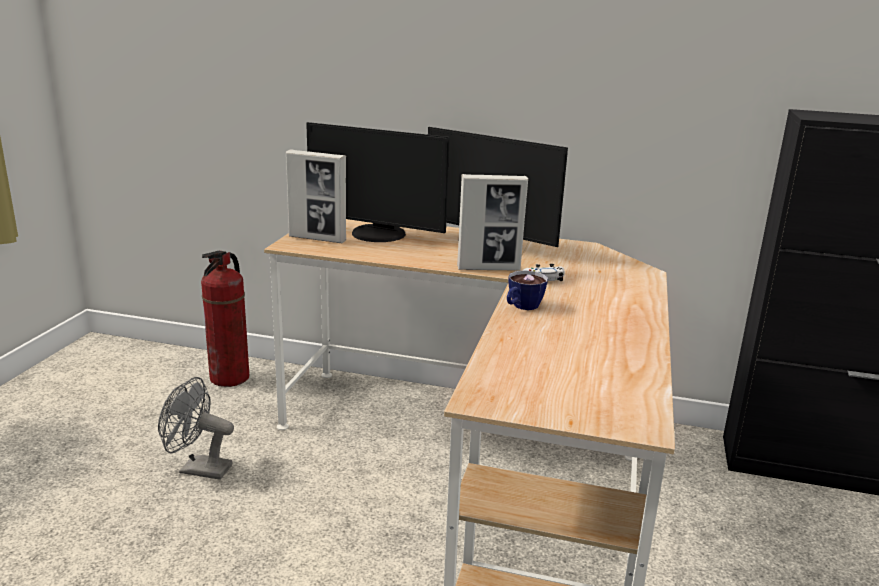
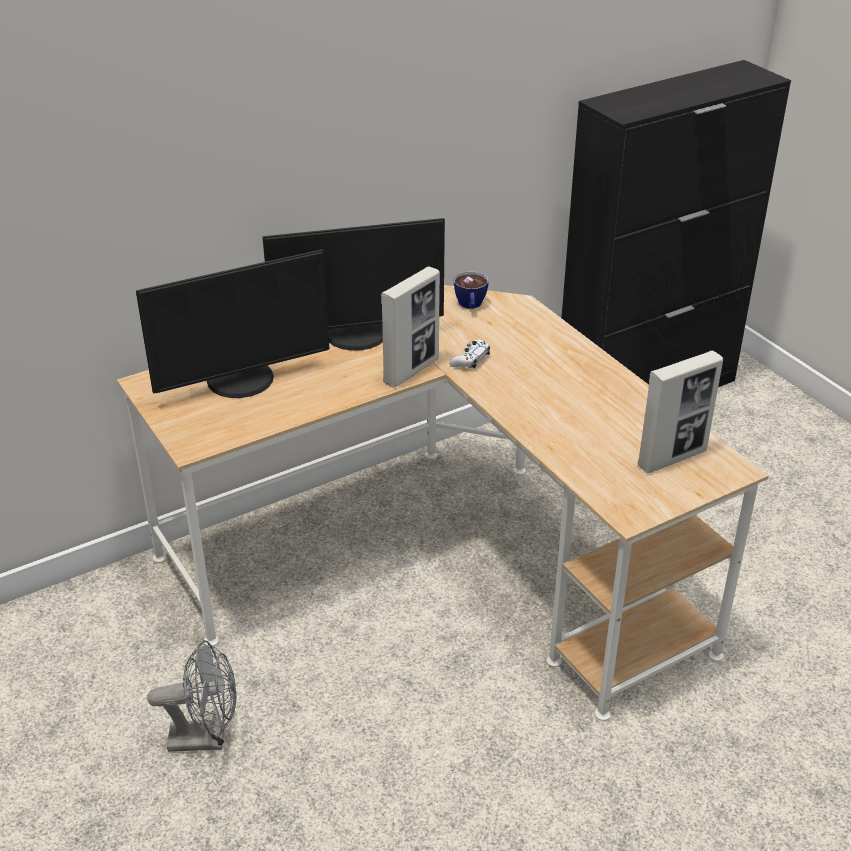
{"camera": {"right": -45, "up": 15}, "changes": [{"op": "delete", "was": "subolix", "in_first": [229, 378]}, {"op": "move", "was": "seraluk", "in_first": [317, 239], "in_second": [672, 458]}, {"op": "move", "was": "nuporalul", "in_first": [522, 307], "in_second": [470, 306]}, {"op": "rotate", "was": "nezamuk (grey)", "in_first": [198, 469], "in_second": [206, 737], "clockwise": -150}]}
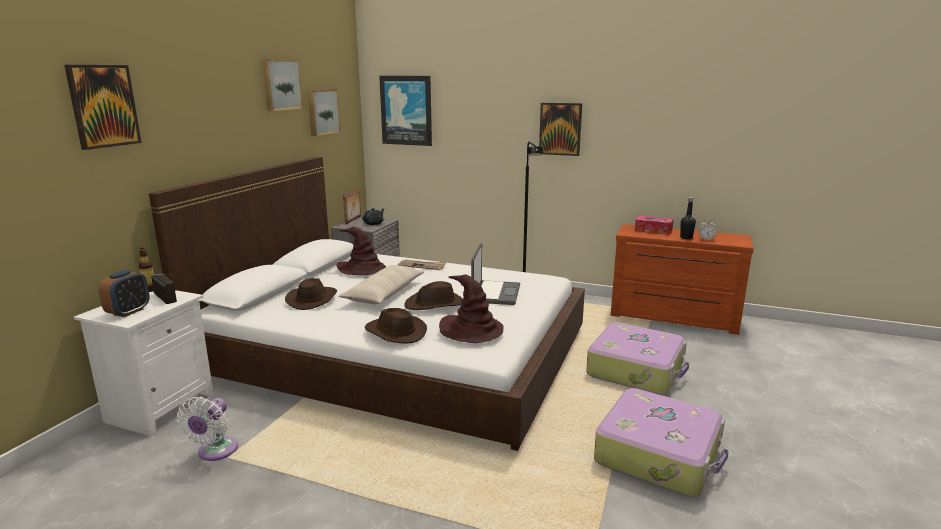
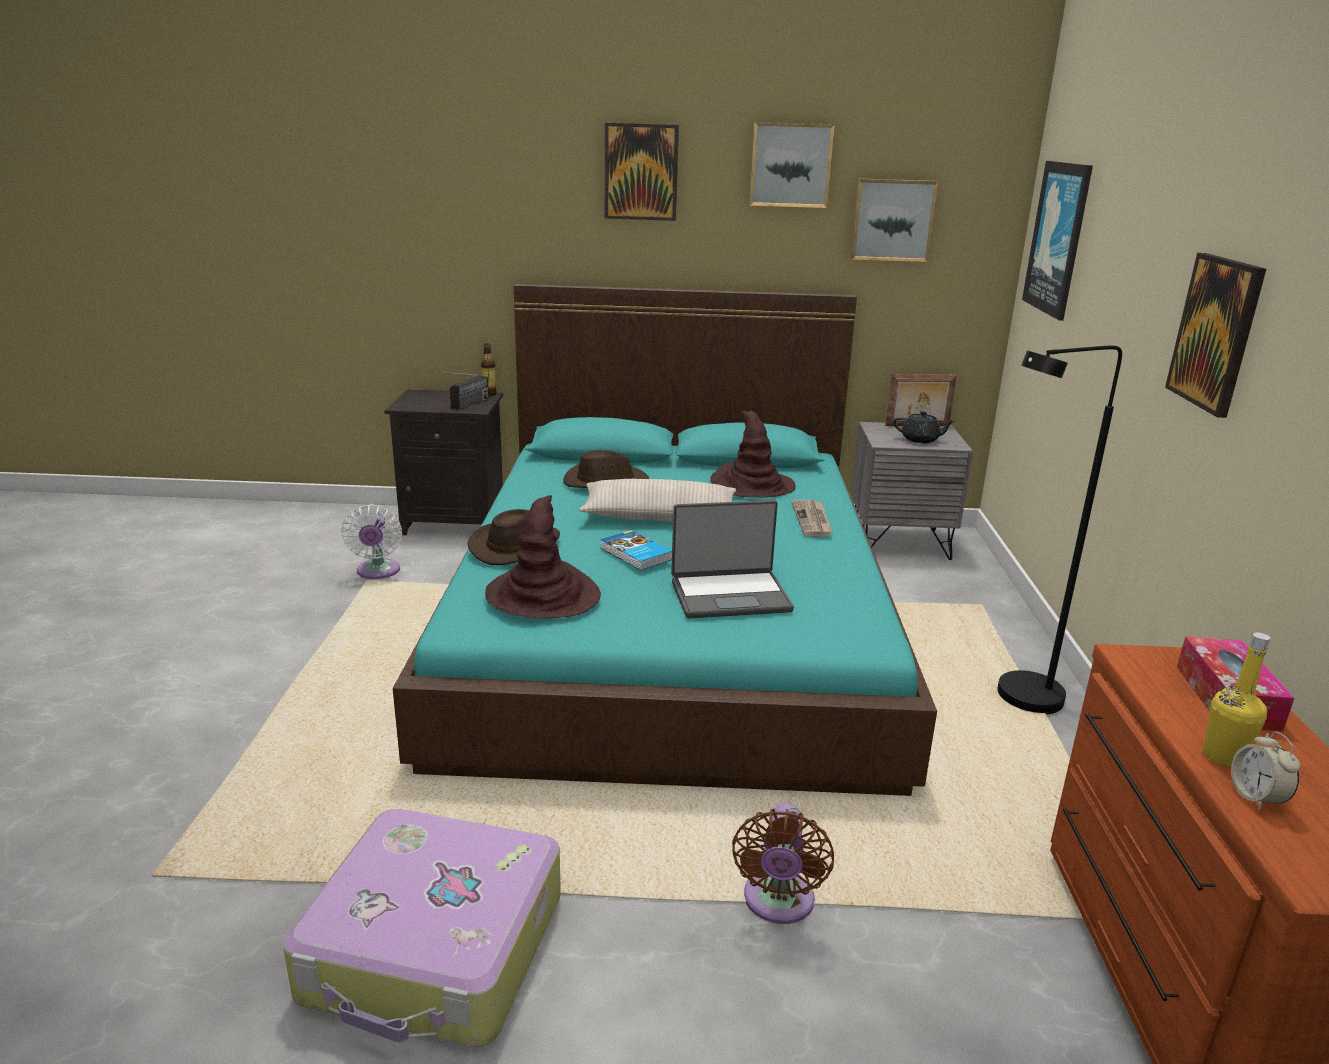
{"camera": {"right": 70, "up": 5}, "changes": [{"op": "delete", "was": "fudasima", "in_first": [128, 312]}, {"op": "move", "was": "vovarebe", "in_first": [103, 106], "in_second": [641, 172]}, {"op": "replace", "was": "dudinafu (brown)", "now": "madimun", "in_first": [435, 304], "in_second": [635, 554]}, {"op": "replace", "was": "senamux", "now": "nezamuk (brown)", "in_first": [636, 369], "in_second": [777, 903]}, {"op": "recolor", "was": "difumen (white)", "now": "difumen (black)", "in_first": [160, 407], "in_second": [455, 522]}, {"op": "recolor", "was": "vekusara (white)", "now": "vekusara (turquoise)", "in_first": [396, 351], "in_second": [671, 617]}, {"op": "recolor", "was": "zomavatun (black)", "now": "zomavatun (yellow)", "in_first": [686, 238], "in_second": [1223, 756]}, {"op": "rotate", "was": "nezamuk (white)", "in_first": [215, 452], "in_second": [378, 572], "clockwise": -90}]}
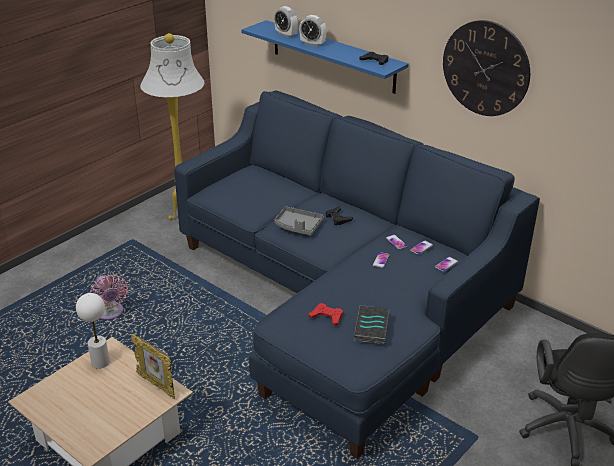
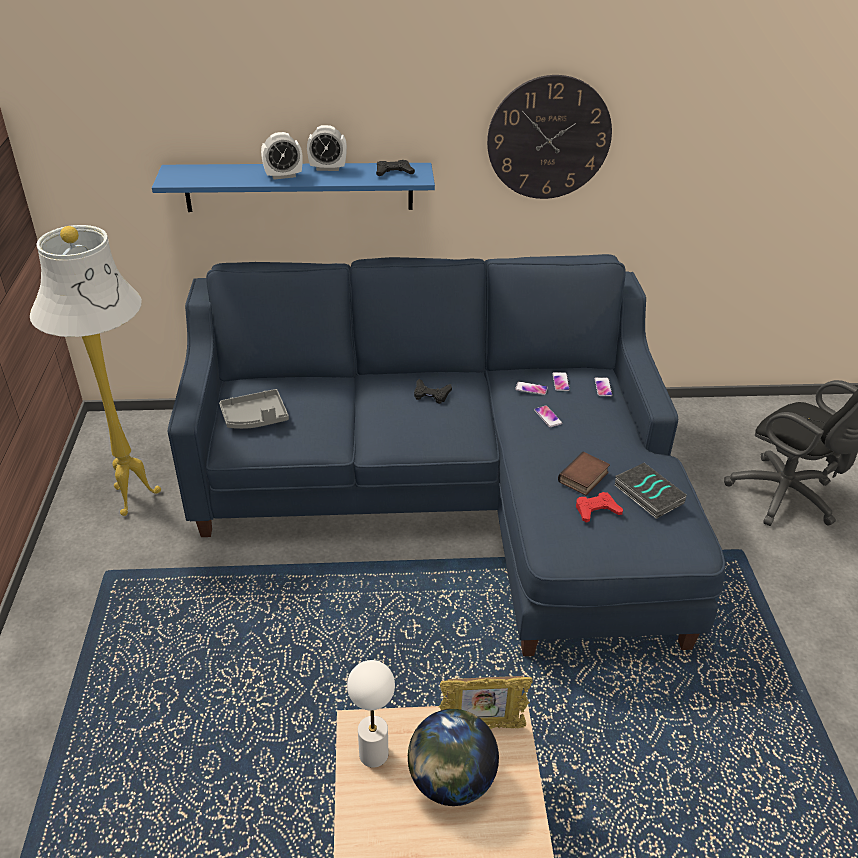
{"camera": {"right": -45, "up": 5}, "changes": [{"op": "delete", "was": "nezamuk (pink)", "in_first": [110, 313]}, {"op": "insert", "now": "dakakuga", "in_second": [451, 781]}, {"op": "insert", "now": "madimun", "in_second": [584, 478]}, {"op": "move", "was": "fudasima", "in_first": [286, 35], "in_second": [328, 168]}, {"op": "move", "was": "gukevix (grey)", "in_first": [298, 226], "in_second": [255, 418]}]}
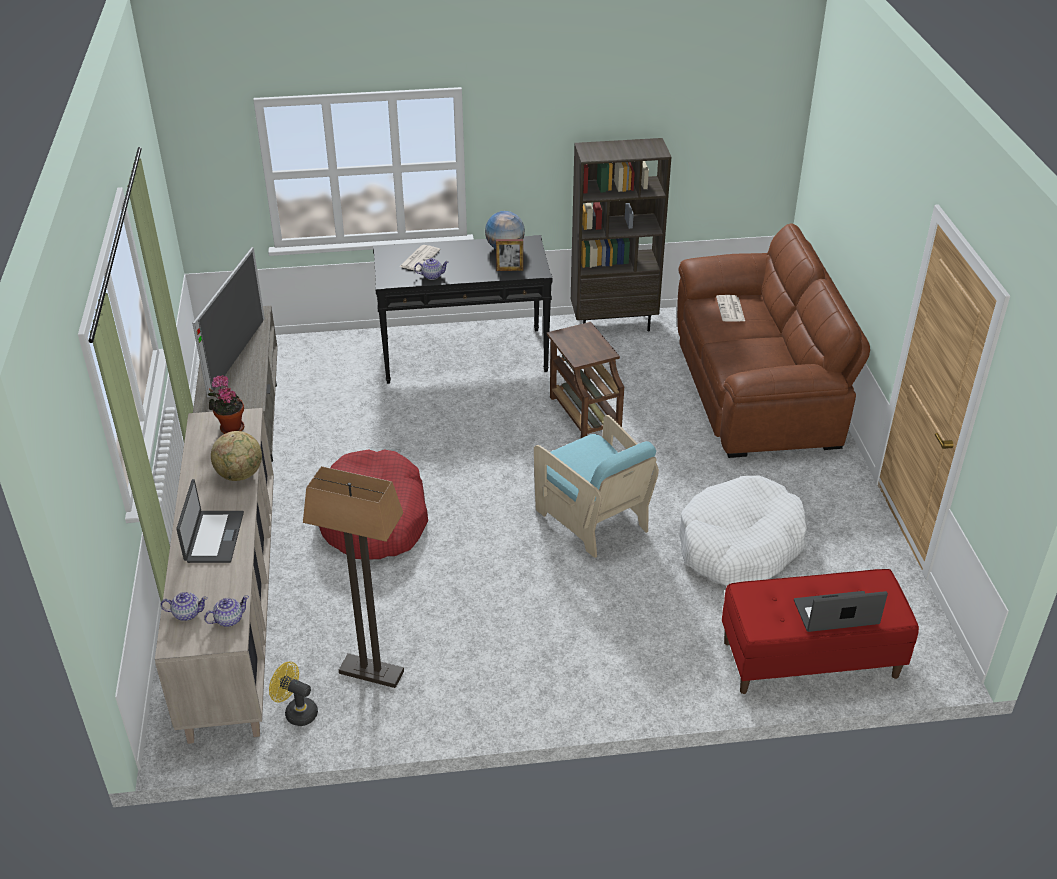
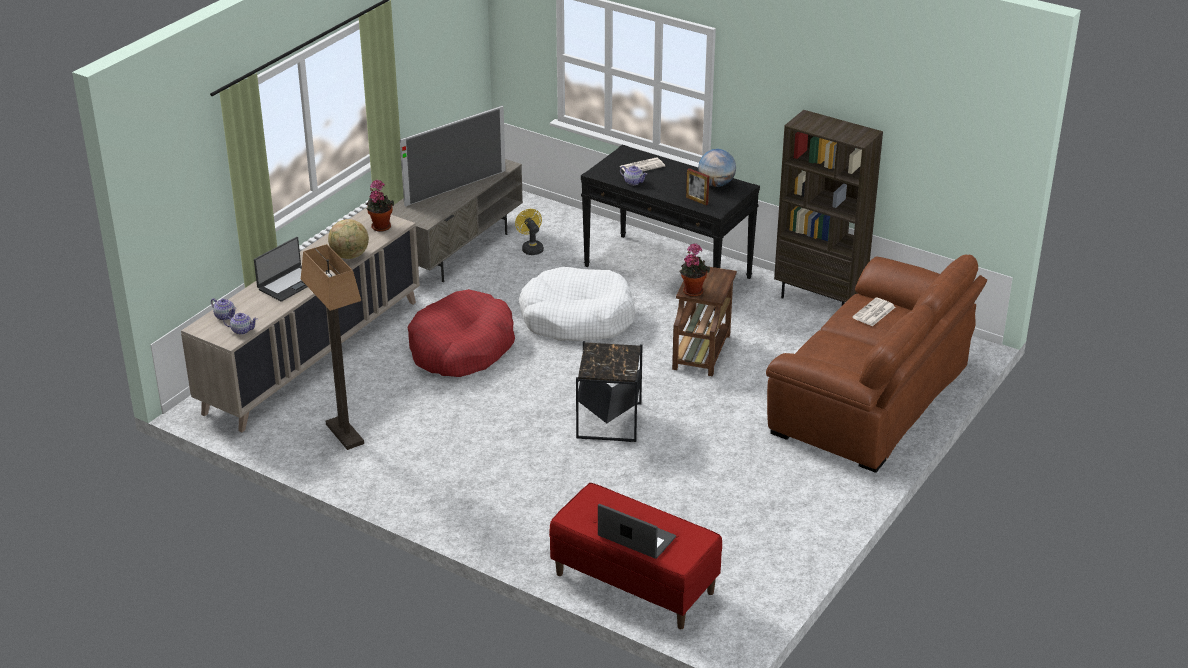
{"camera": {"right": 40, "up": -5}, "changes": [{"op": "insert", "now": "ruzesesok", "in_second": [693, 290]}, {"op": "move", "was": "nezamuk (yellow)", "in_first": [296, 712], "in_second": [531, 248]}, {"op": "move", "was": "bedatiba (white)", "in_first": [739, 545], "in_second": [577, 318]}, {"op": "replace", "was": "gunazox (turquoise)", "now": "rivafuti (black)", "in_first": [593, 518], "in_second": [608, 421]}]}
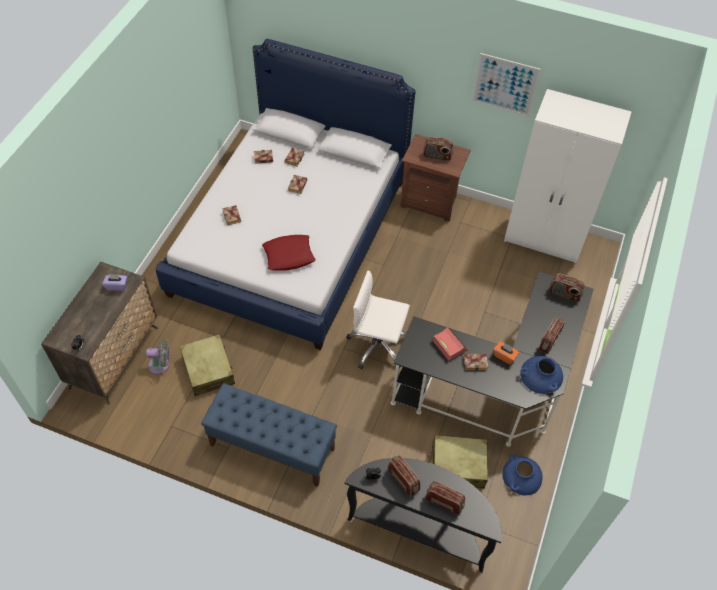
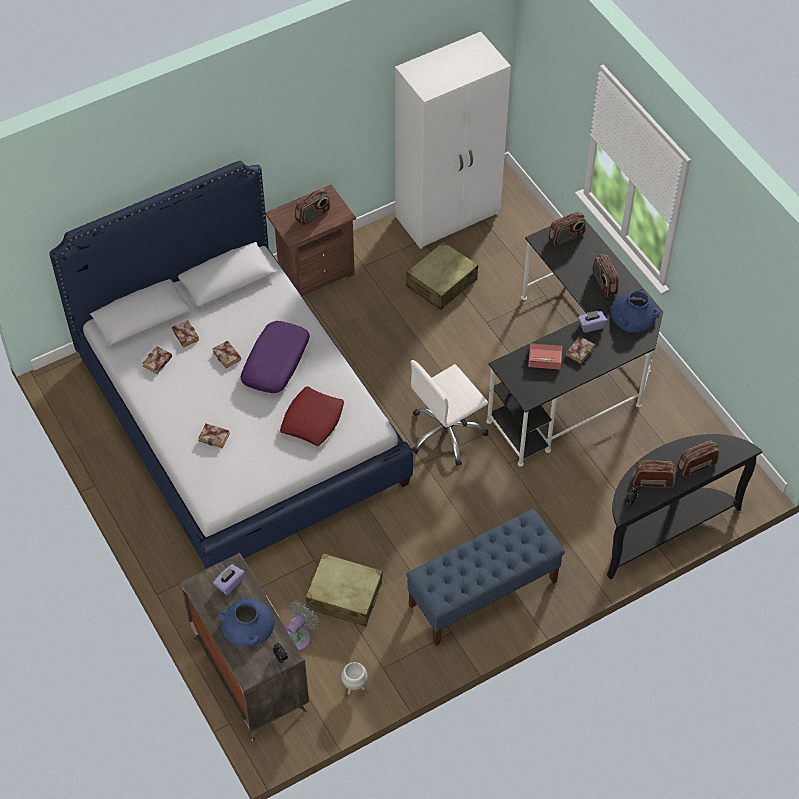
{"camera": {"right": -50, "up": 0}, "changes": [{"op": "delete", "was": "vovarebe", "in_first": [505, 85]}, {"op": "insert", "now": "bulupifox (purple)", "in_second": [276, 363]}, {"op": "insert", "now": "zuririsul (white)", "in_second": [355, 687]}, {"op": "move", "was": "senamux (beige)", "in_first": [457, 466], "in_second": [441, 283]}, {"op": "move", "was": "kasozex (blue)", "in_first": [521, 476], "in_second": [247, 624]}, {"op": "recolor", "was": "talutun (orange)", "now": "talutun (purple)", "in_first": [504, 356], "in_second": [591, 326]}]}
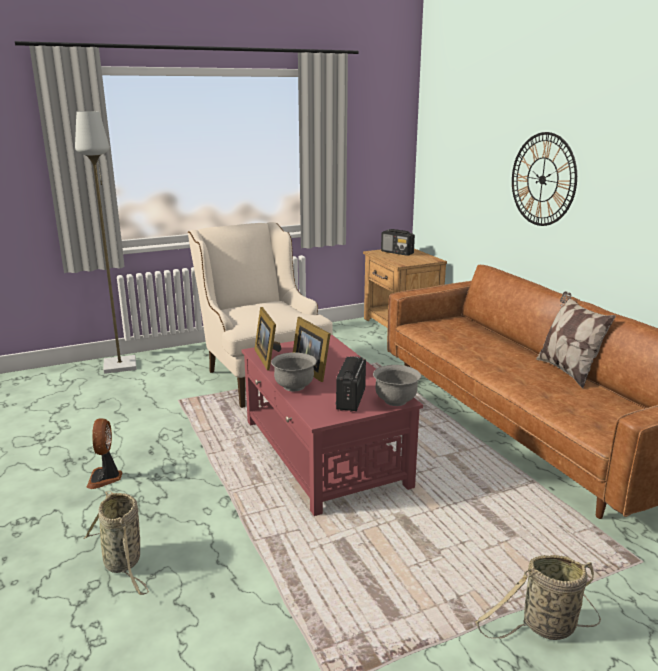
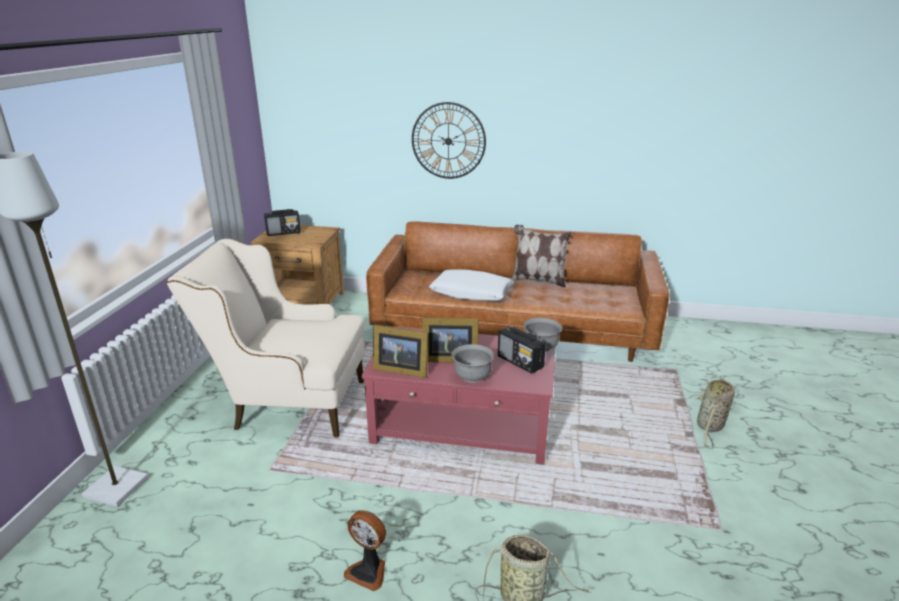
{"camera": {"right": -55, "up": 5}, "changes": [{"op": "insert", "now": "bulupifox (white)", "in_second": [471, 293]}]}
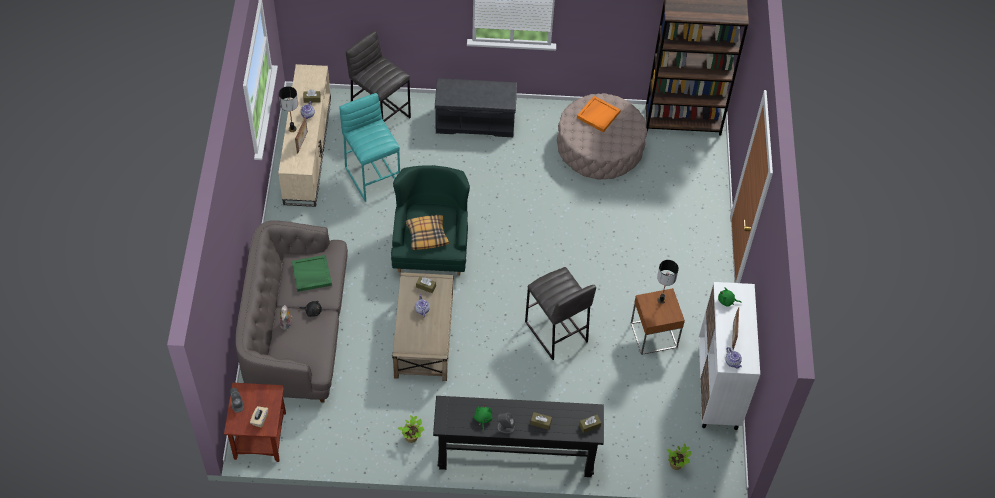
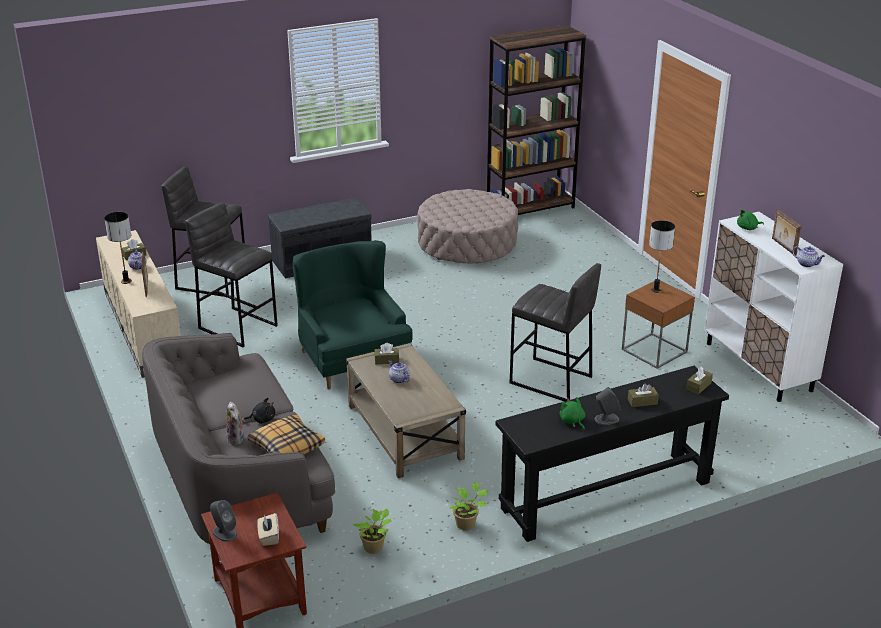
{"camera": {"right": -25, "up": -25}, "changes": [{"op": "delete", "was": "gukevix (green)", "in_first": [311, 274]}, {"op": "delete", "was": "gukevix (orange)", "in_first": [598, 115]}, {"op": "move", "was": "bulupifox", "in_first": [427, 235], "in_second": [286, 446]}, {"op": "move", "was": "ruzesesok", "in_first": [677, 465], "in_second": [374, 548]}, {"op": "recolor", "was": "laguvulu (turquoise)", "now": "laguvulu (grey)", "in_first": [373, 176], "in_second": [238, 326]}]}
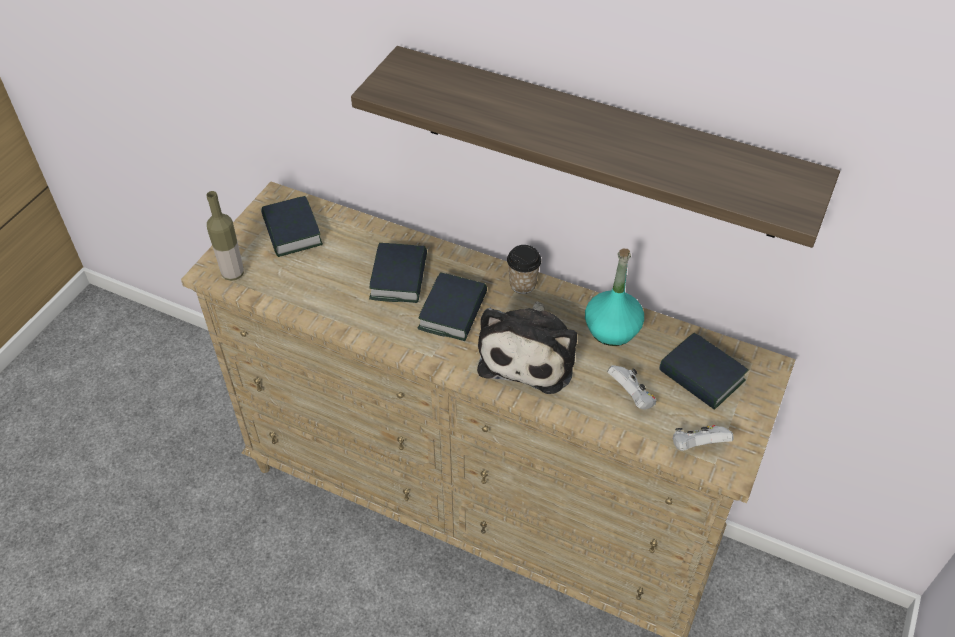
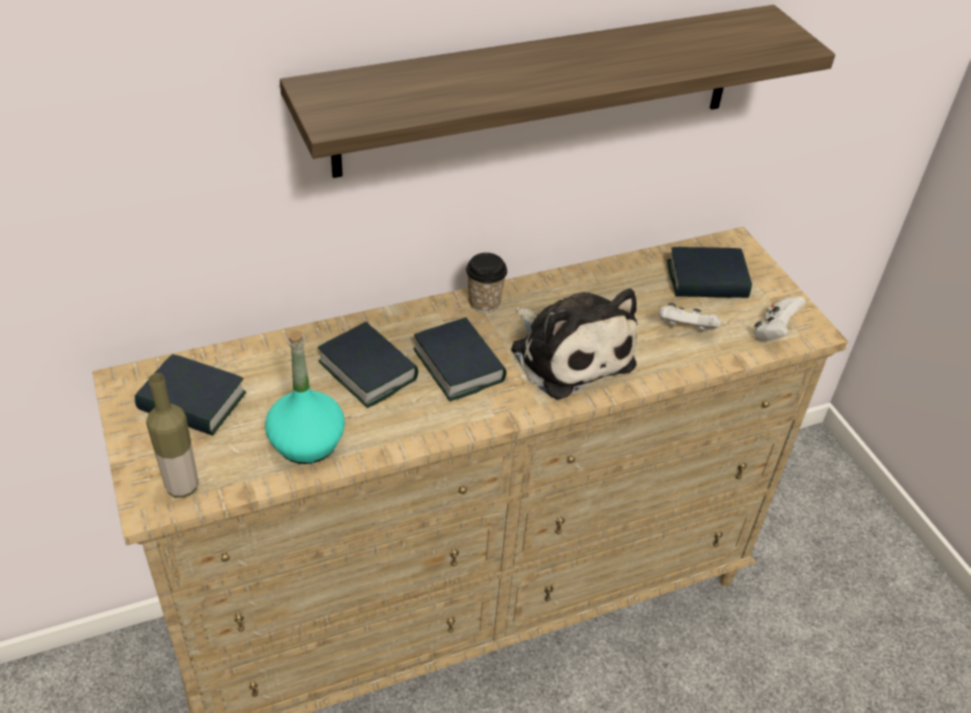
{"camera": {"right": -50, "up": -5}, "changes": [{"op": "move", "was": "zomavatun (turquoise)", "in_first": [611, 329], "in_second": [306, 442]}]}
